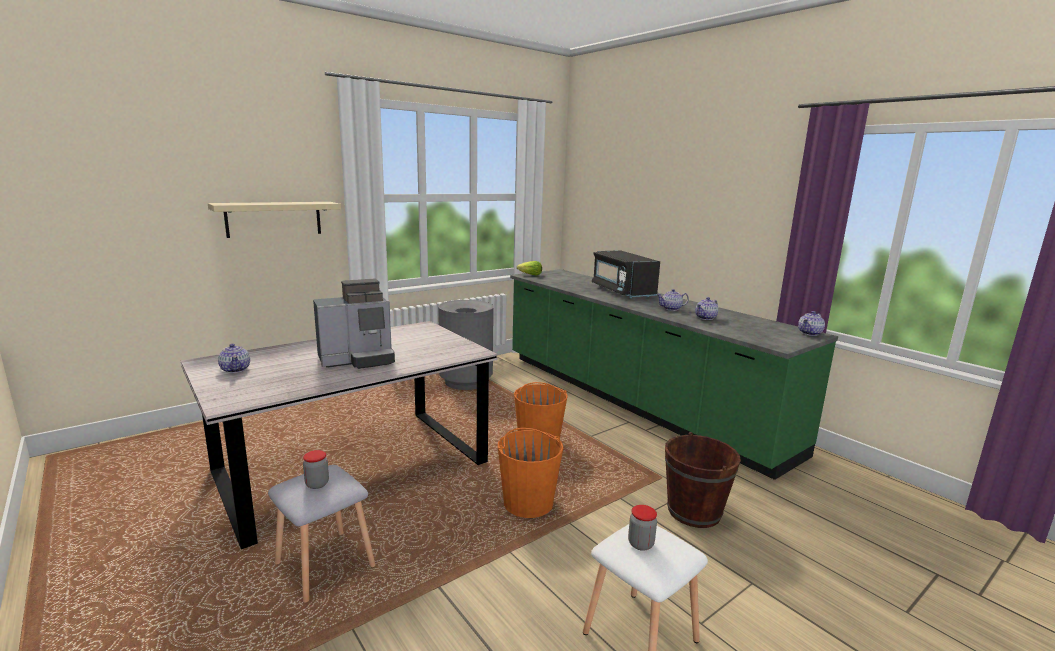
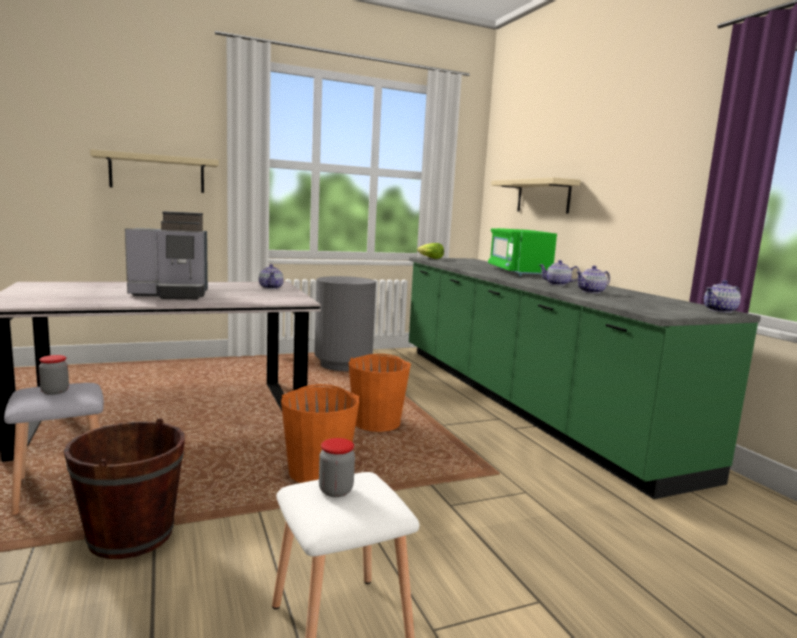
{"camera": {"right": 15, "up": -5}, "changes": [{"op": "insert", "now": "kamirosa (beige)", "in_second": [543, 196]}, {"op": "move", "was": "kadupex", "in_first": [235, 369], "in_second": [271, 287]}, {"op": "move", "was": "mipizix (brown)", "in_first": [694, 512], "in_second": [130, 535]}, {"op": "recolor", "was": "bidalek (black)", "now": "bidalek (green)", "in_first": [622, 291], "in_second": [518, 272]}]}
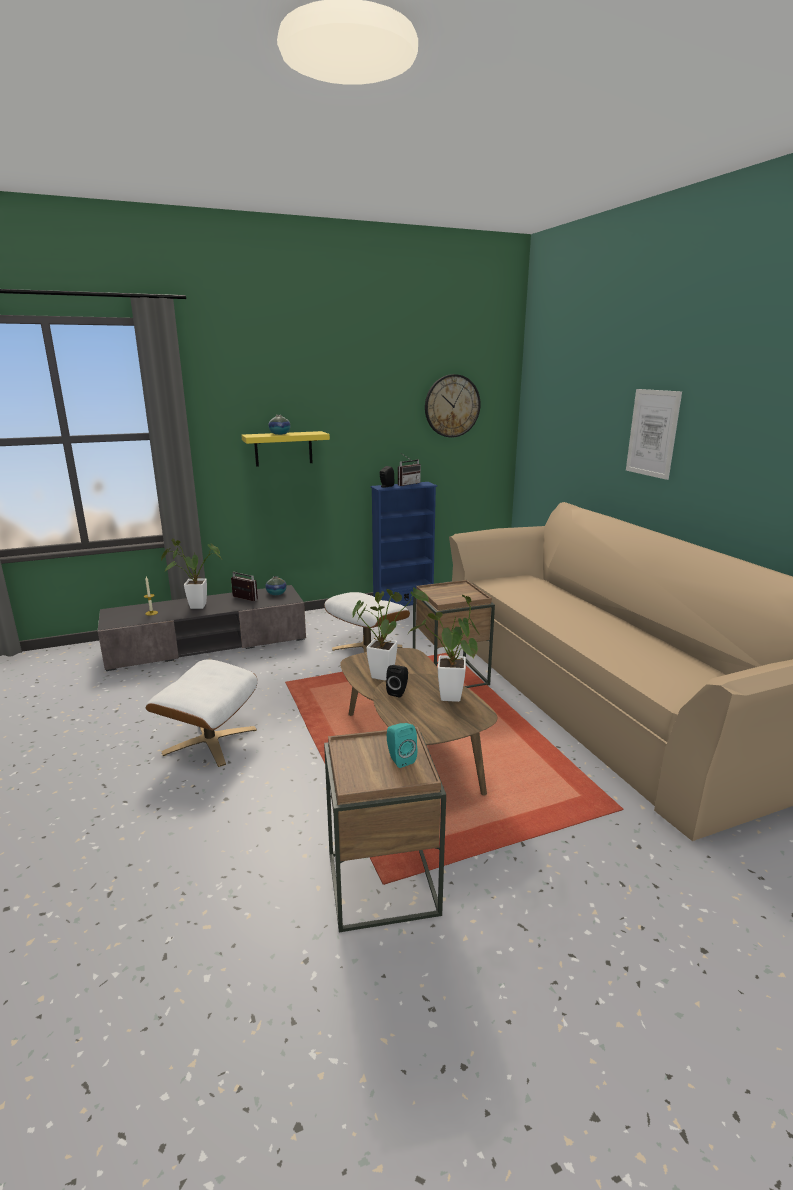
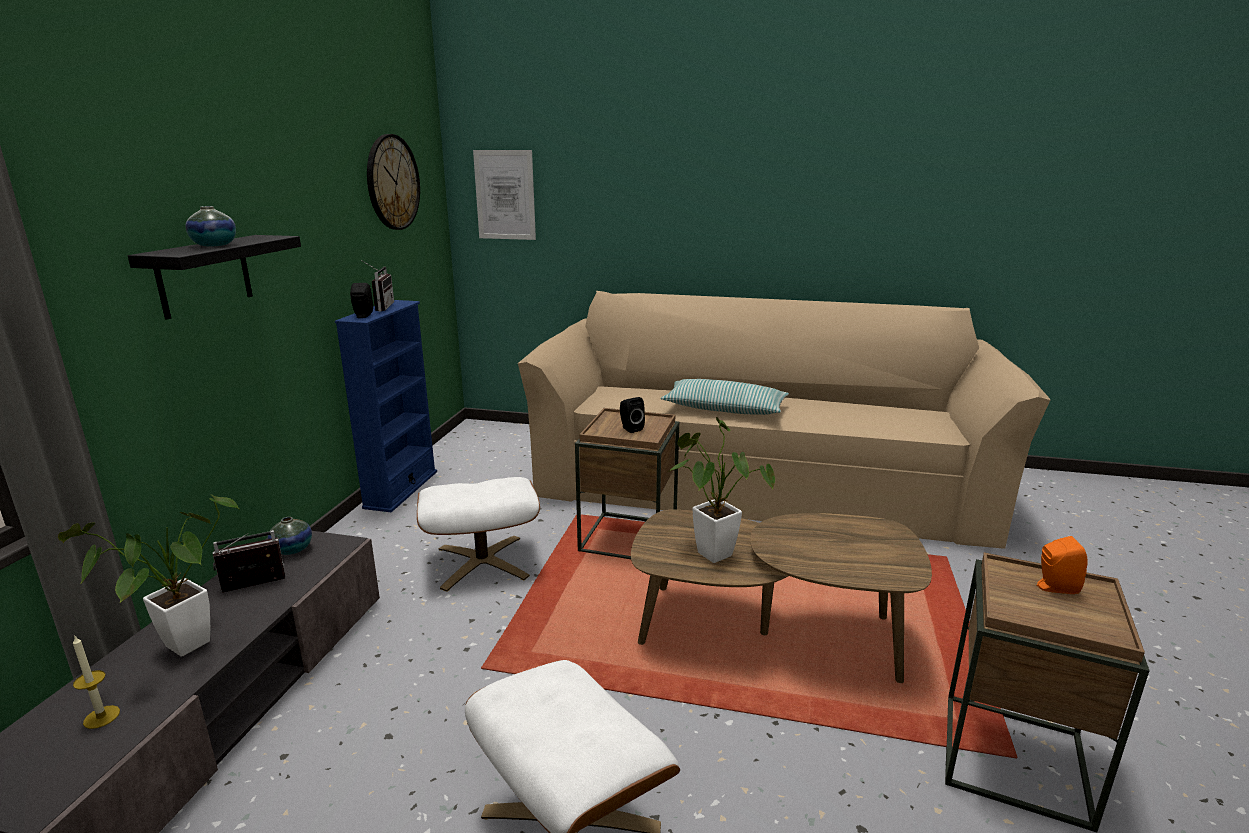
{"camera": {"right": -55, "up": 0}, "changes": [{"op": "delete", "was": "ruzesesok", "in_first": [450, 700]}, {"op": "insert", "now": "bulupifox", "in_second": [724, 409]}, {"op": "move", "was": "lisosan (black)", "in_first": [398, 692], "in_second": [630, 428]}, {"op": "move", "was": "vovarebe", "in_first": [652, 433], "in_second": [505, 195]}, {"op": "recolor", "was": "kamirosa (yellow)", "now": "kamirosa (black)", "in_first": [283, 448], "in_second": [204, 275]}, {"op": "recolor", "was": "lisosan (turquoise)", "now": "lisosan (orange)", "in_first": [399, 759], "in_second": [1054, 587]}]}
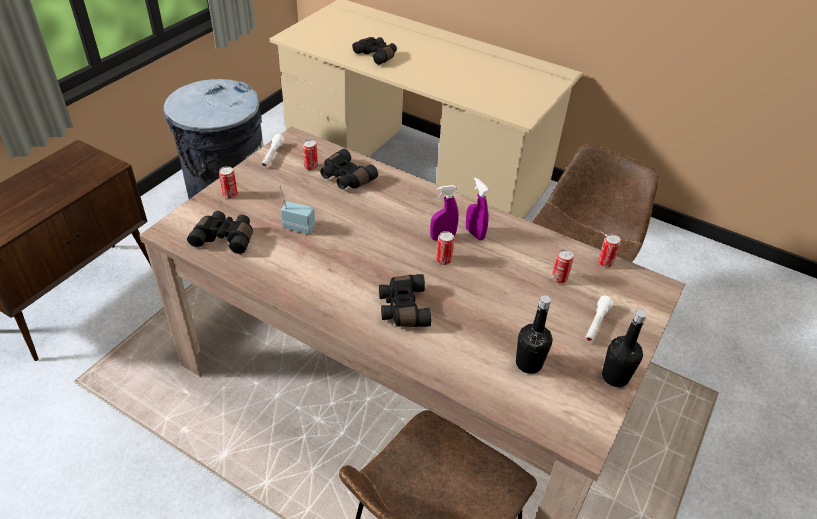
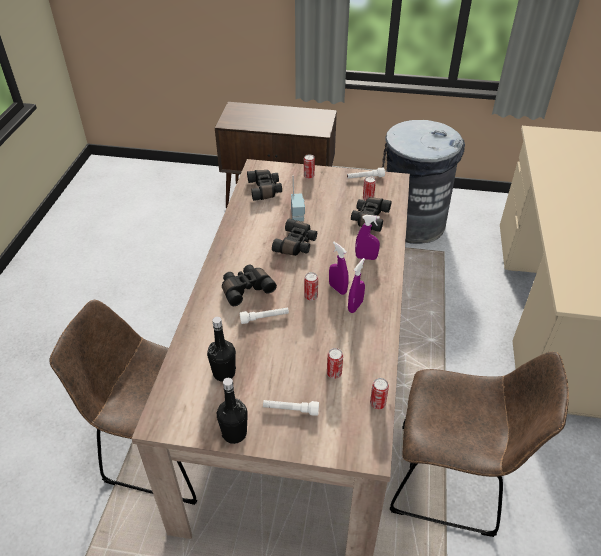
{"camera": {"right": 70, "up": 0}, "changes": [{"op": "insert", "now": "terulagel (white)", "in_second": [264, 318]}, {"op": "insert", "now": "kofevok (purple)", "in_second": [366, 257]}, {"op": "move", "was": "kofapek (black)", "in_first": [377, 55], "in_second": [296, 244]}]}
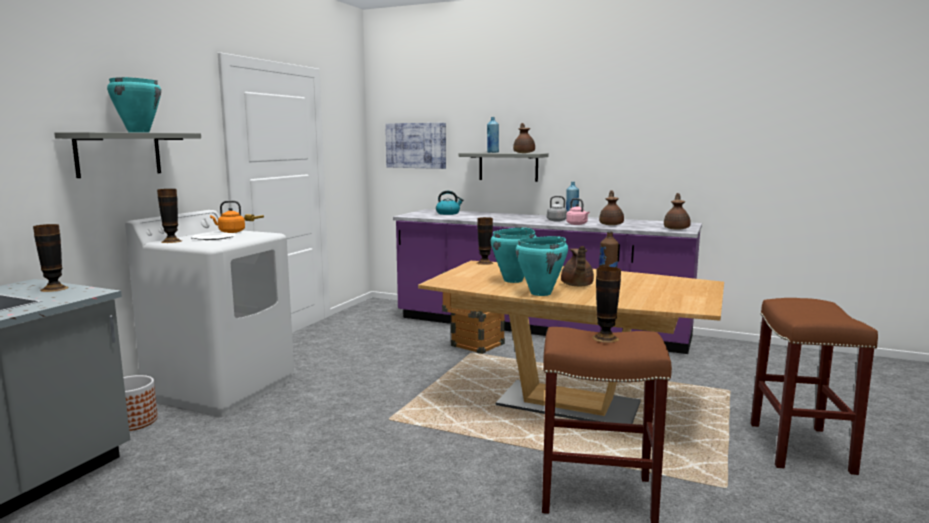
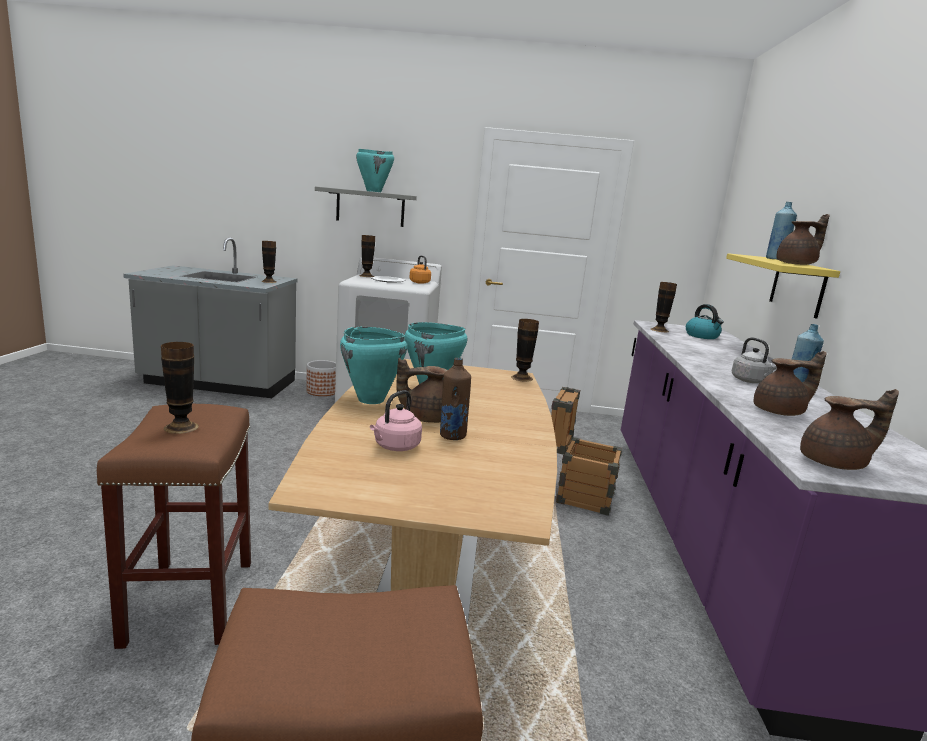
{"camera": {"right": 70, "up": 5}, "changes": [{"op": "delete", "was": "vovarebe", "in_first": [416, 145]}, {"op": "insert", "now": "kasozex", "in_second": [659, 330]}, {"op": "move", "was": "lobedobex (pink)", "in_first": [577, 224], "in_second": [395, 447]}, {"op": "recolor", "was": "kamirosa (grey)", "now": "kamirosa (yellow)", "in_first": [508, 166], "in_second": [797, 286]}]}
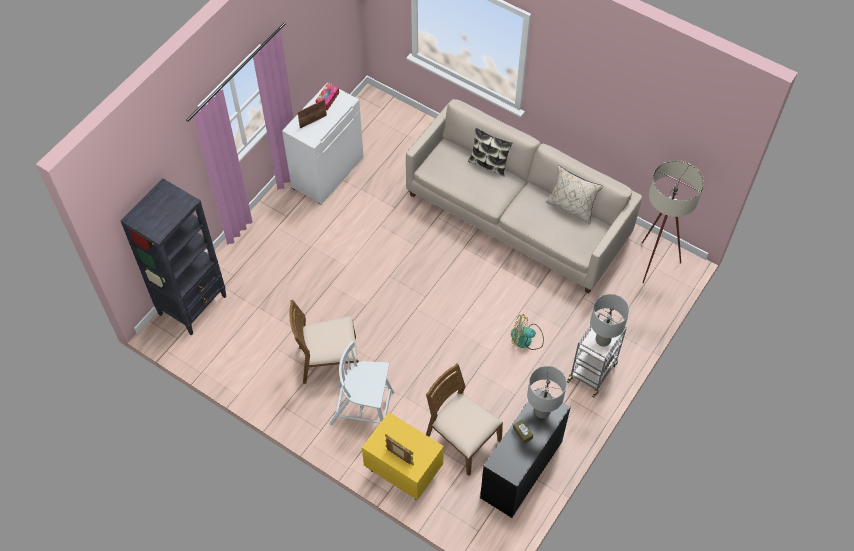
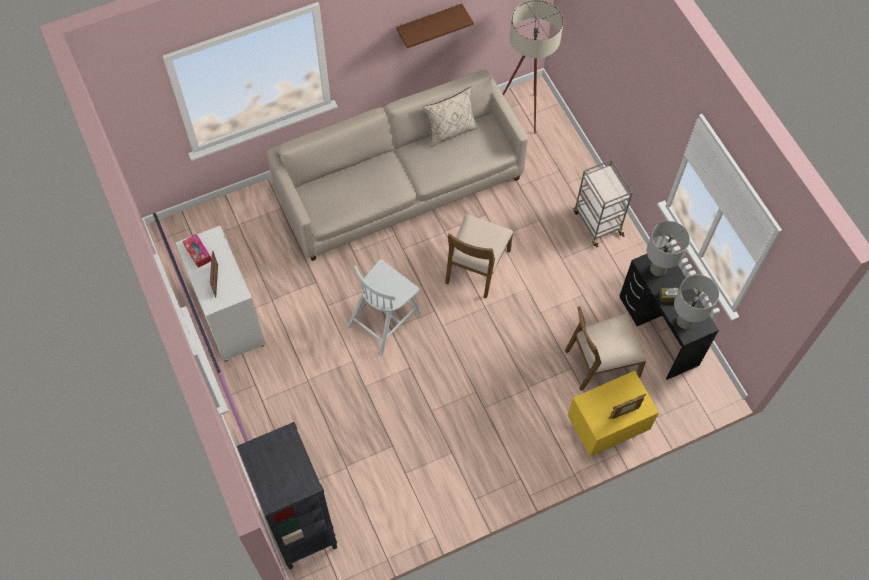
{"camera": {"right": -60, "up": 5}, "changes": [{"op": "delete", "was": "bulupifox", "in_first": [488, 164]}, {"op": "delete", "was": "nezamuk", "in_first": [526, 339]}, {"op": "insert", "now": "kamirosa (brown)", "in_second": [429, 23]}, {"op": "move", "was": "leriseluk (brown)", "in_first": [329, 361], "in_second": [476, 266]}, {"op": "move", "was": "leriseluk (white)", "in_first": [363, 408], "in_second": [385, 319]}, {"op": "move", "was": "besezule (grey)", "in_first": [603, 340], "in_second": [685, 321]}]}
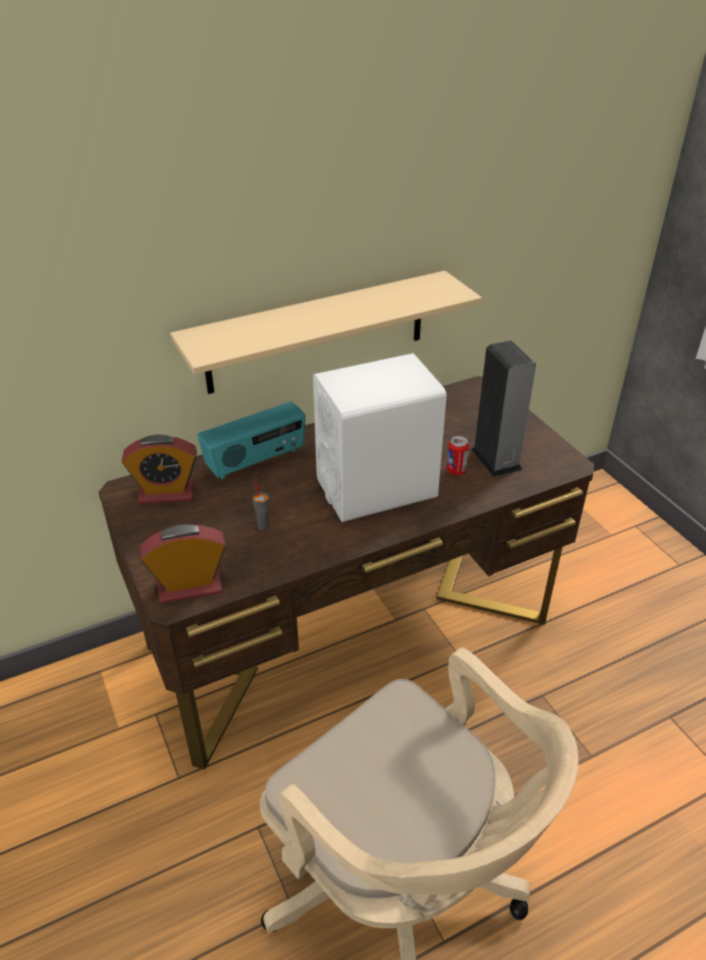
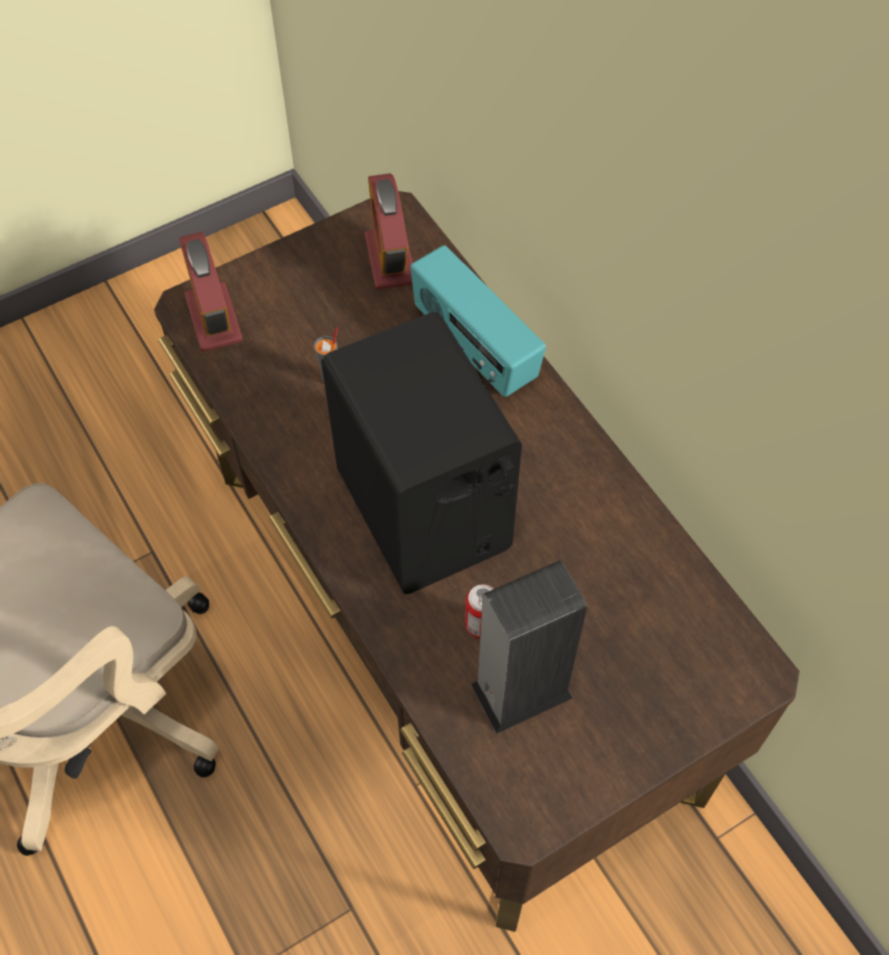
{"camera": {"right": 85, "up": 20}, "changes": [{"op": "delete", "was": "kamirosa (beige)", "in_first": [317, 332]}, {"op": "recolor", "was": "lisosan (white)", "now": "lisosan (black)", "in_first": [377, 488], "in_second": [424, 510]}]}
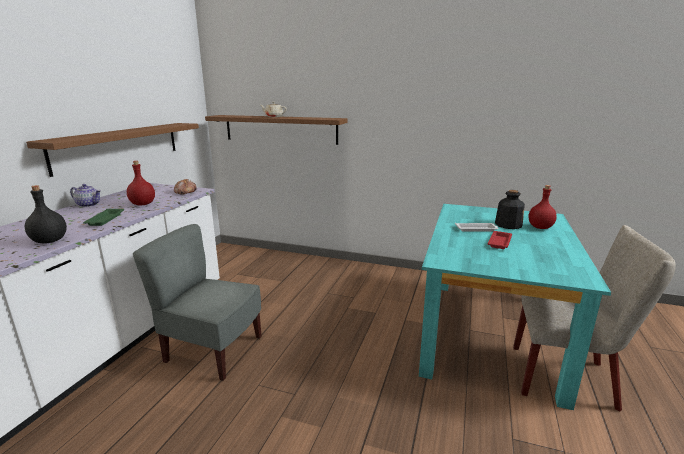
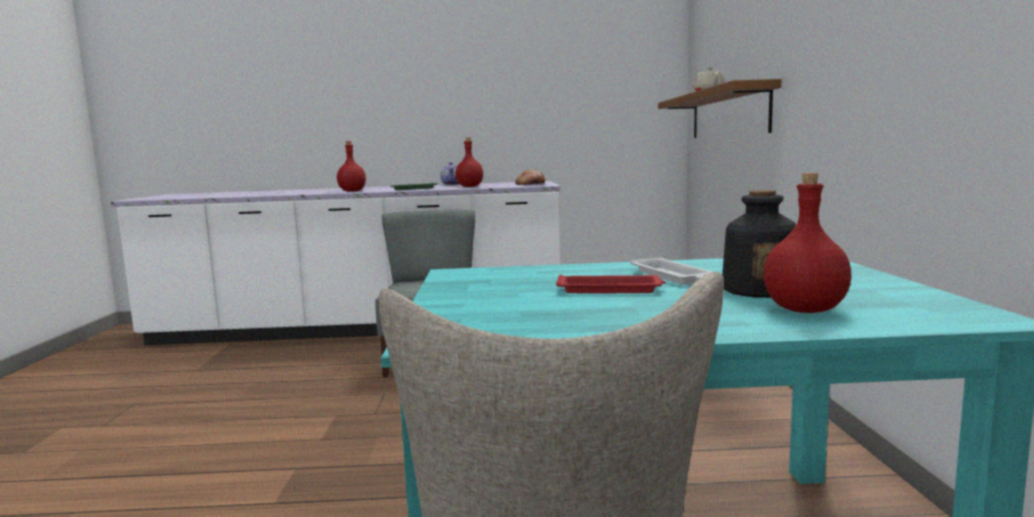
{"camera": {"right": 70, "up": -10}, "changes": [{"op": "delete", "was": "kamirosa (brown)", "in_first": [119, 146]}, {"op": "recolor", "was": "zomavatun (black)", "now": "zomavatun (red)", "in_first": [49, 241], "in_second": [351, 191]}]}
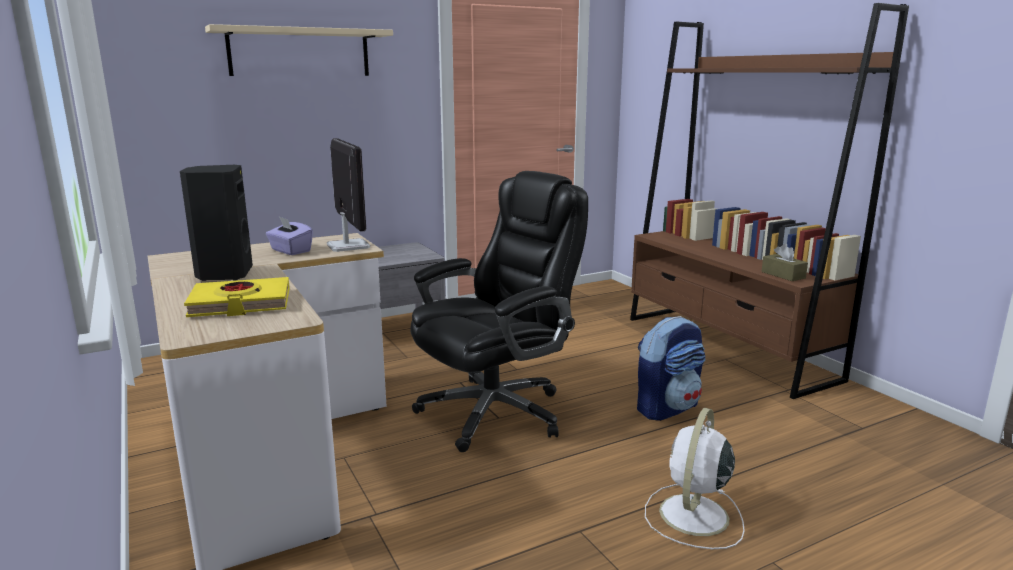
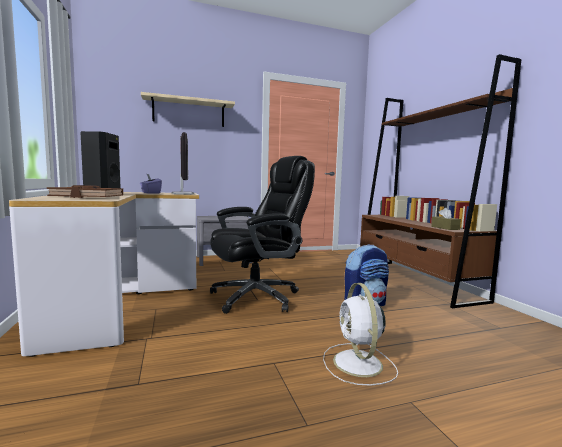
{"camera": {"right": 10, "up": -10}, "changes": [{"op": "recolor", "was": "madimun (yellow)", "now": "madimun (brown)", "in_first": [240, 304], "in_second": [87, 197]}, {"op": "rotate", "was": "nezamuk (white)", "in_first": [693, 516], "in_second": [358, 364], "clockwise": -45}]}
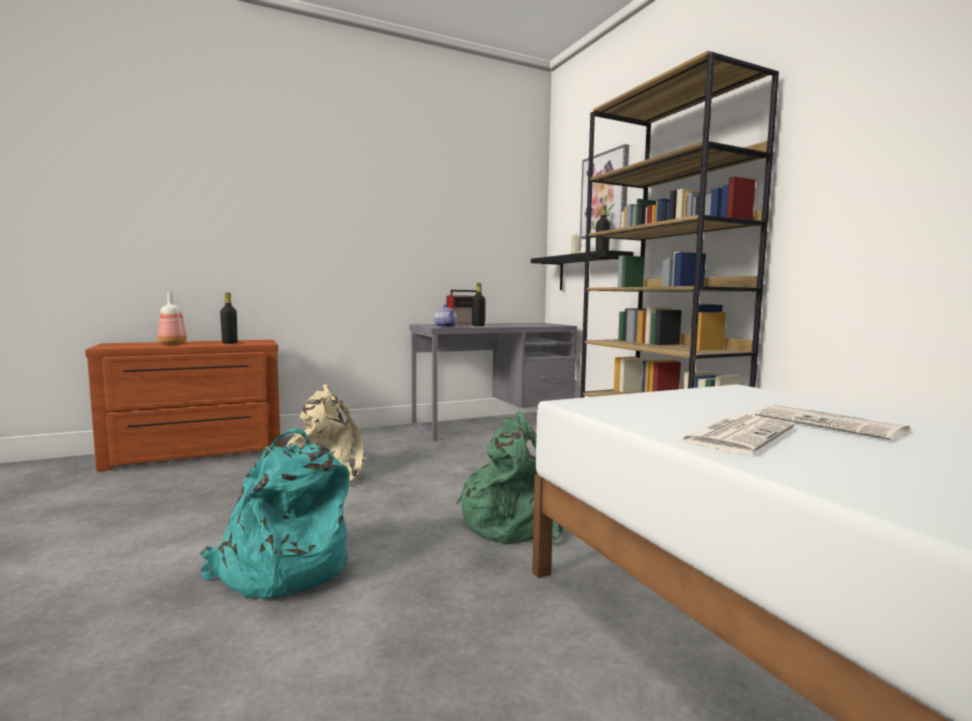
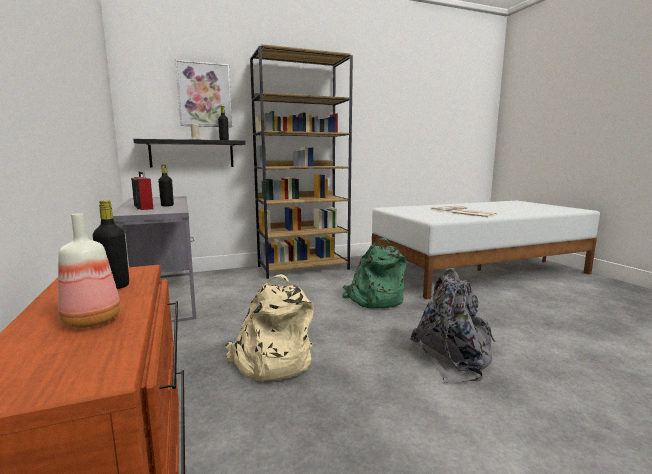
{"camera": {"right": -85, "up": 5}, "changes": [{"op": "delete", "was": "kadupex", "in_first": [445, 326]}, {"op": "recolor", "was": "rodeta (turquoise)", "now": "rodeta (grey)", "in_first": [282, 569], "in_second": [453, 356]}]}
